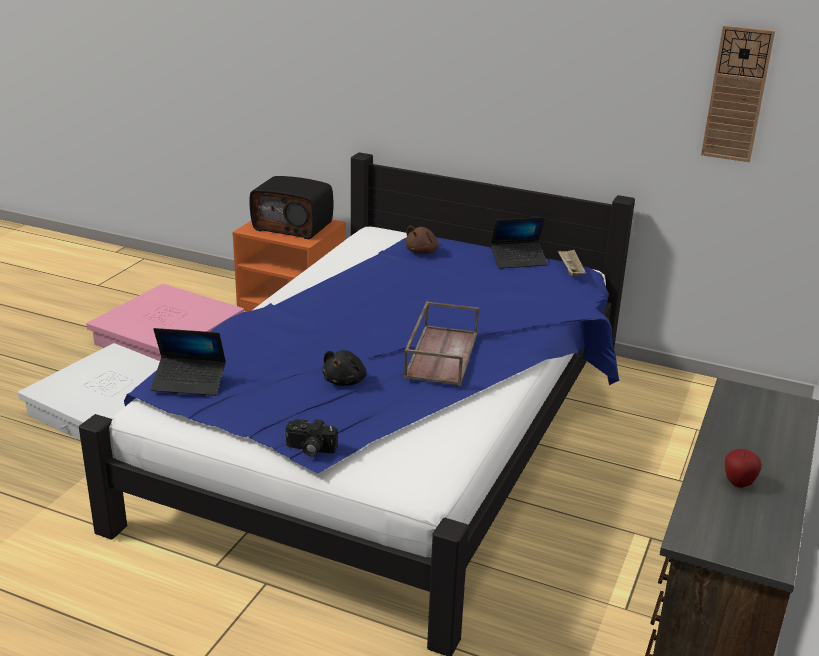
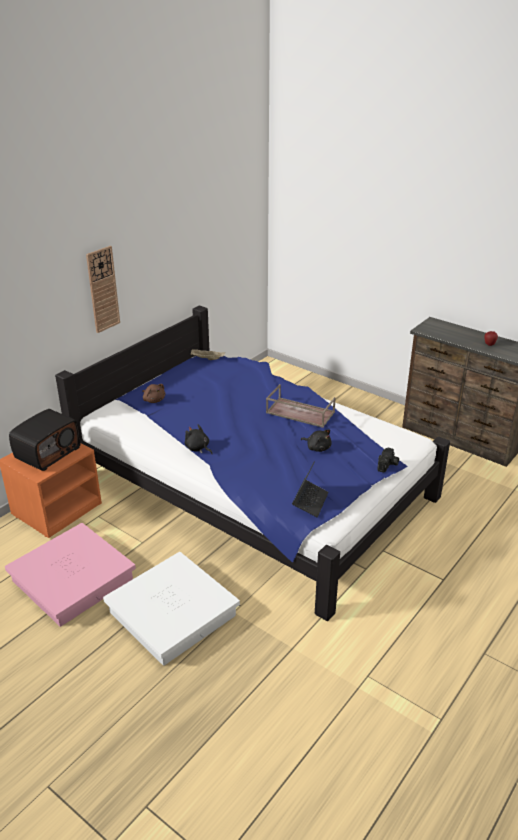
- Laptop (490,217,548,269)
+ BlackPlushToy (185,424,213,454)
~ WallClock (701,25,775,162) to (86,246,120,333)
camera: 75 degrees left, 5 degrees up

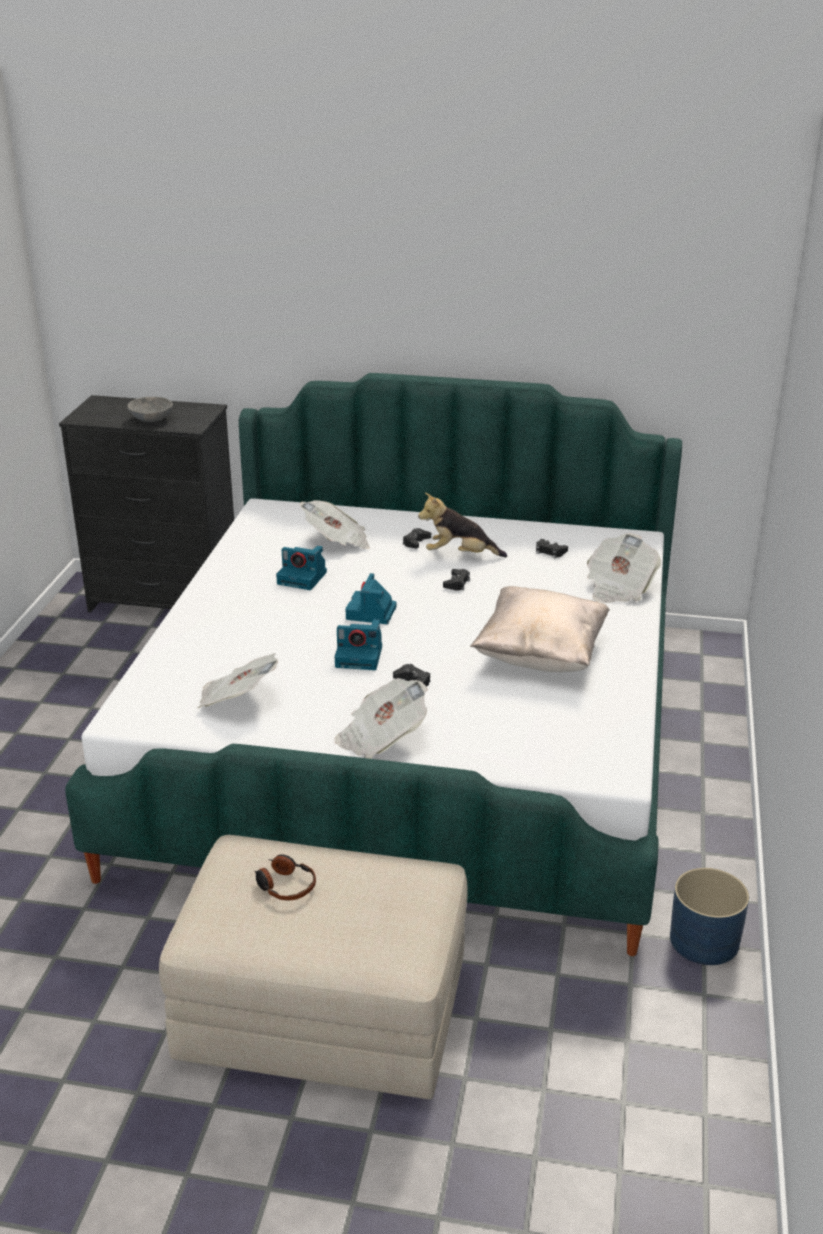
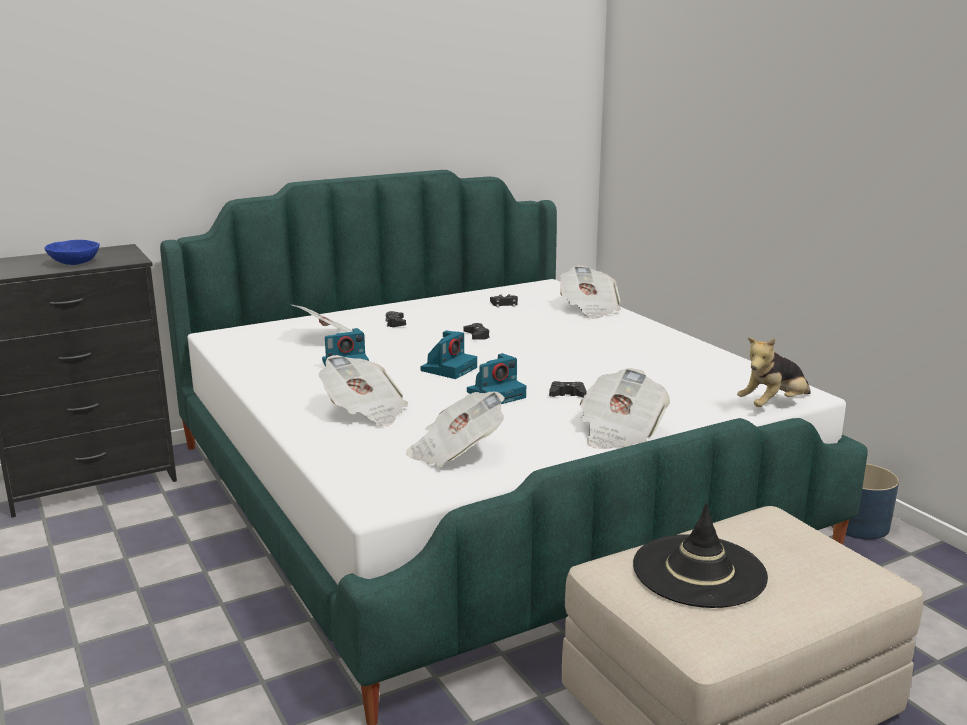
- BeigePillow (470,586,610,672)
+ Newspaper (319,355,409,426)
~ PlushToy (418,493,507,557) to (737,338,811,407)
~ Headphones (254,854,316,900) to BlackHat (633,502,768,608)
~ GreyBowl (127,397,173,422) to BlueBowl (45,240,100,265)
~ PhotoCamera (345,573,397,624) = (420,330,477,379) 120 degrees counterclockwise
camera: 40 degrees left, 10 degrees down

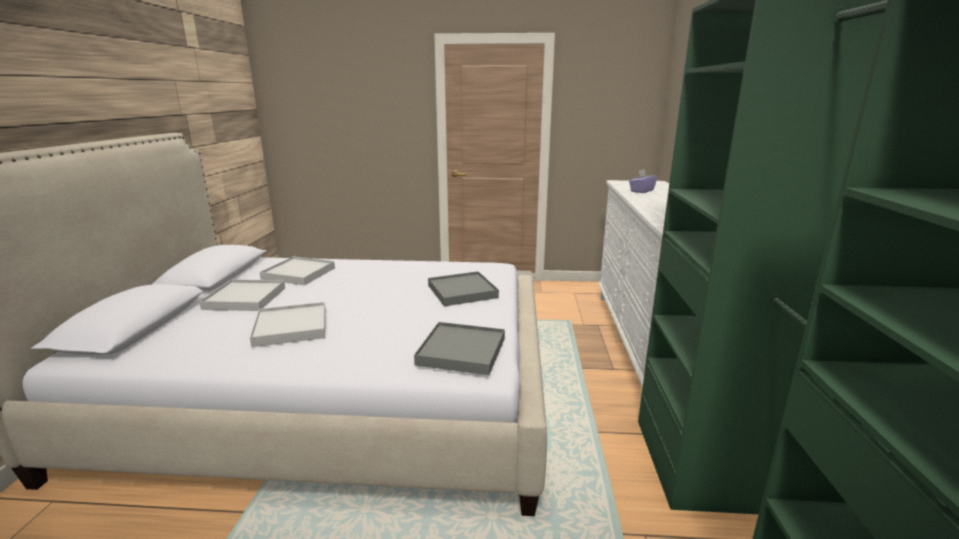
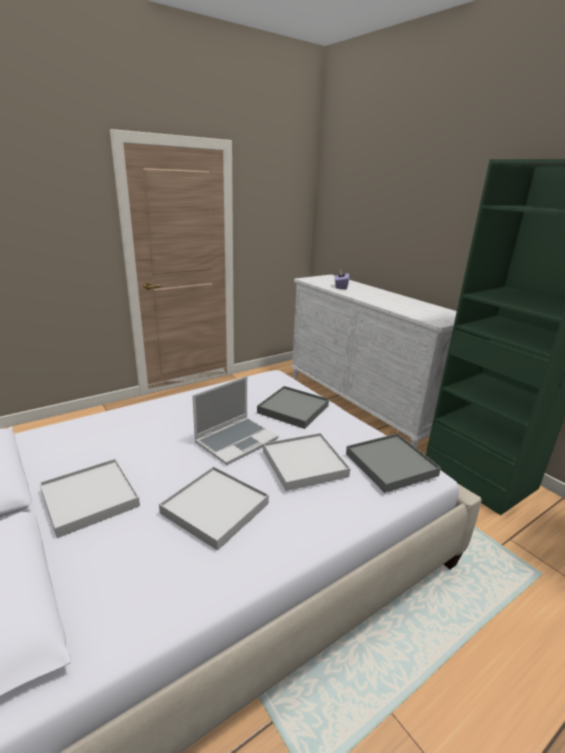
+ Laptop (192,376,279,465)
~ WhiteTray (260,256,335,285) to (263,433,350,491)
camera: 40 degrees left, 5 degrees up

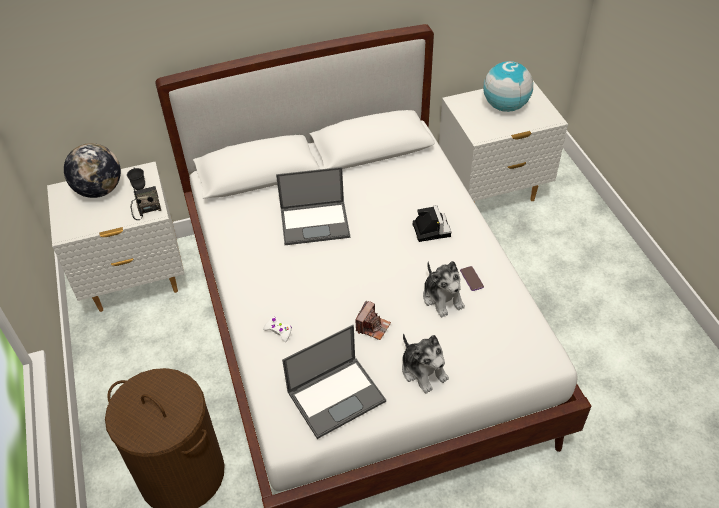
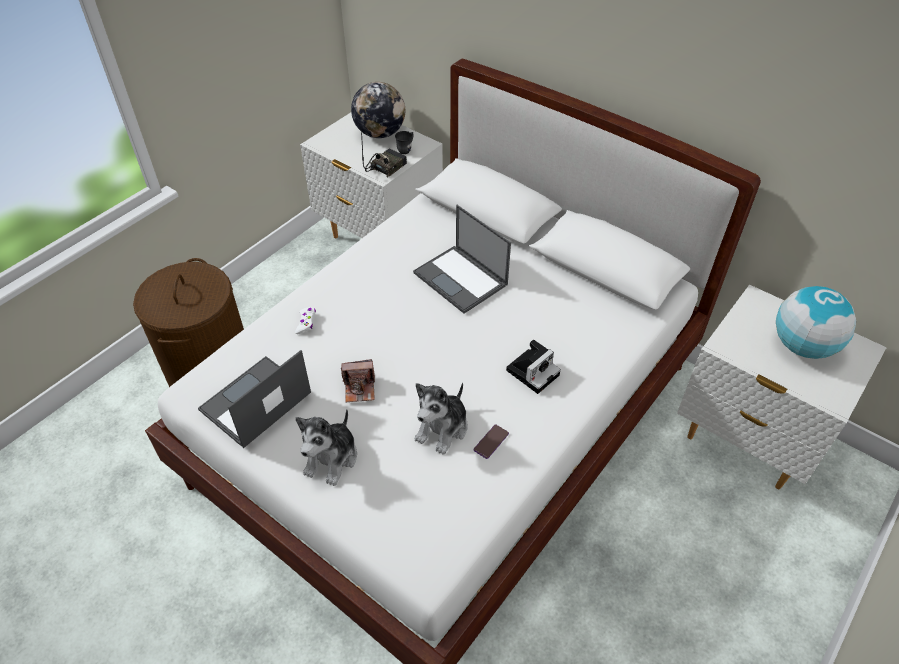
~ Laptop (282,325,386,439) = (198,350,311,448) 105 degrees clockwise
camera: 55 degrees right, 0 degrees up

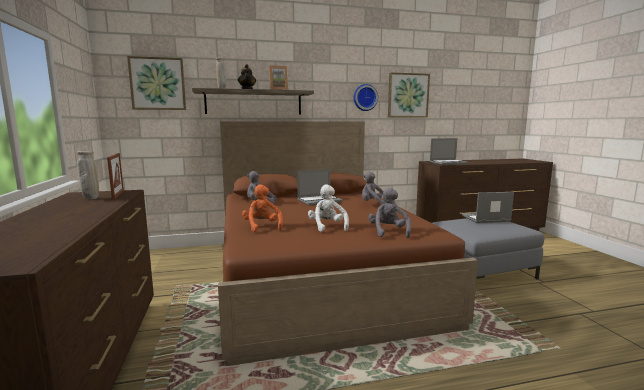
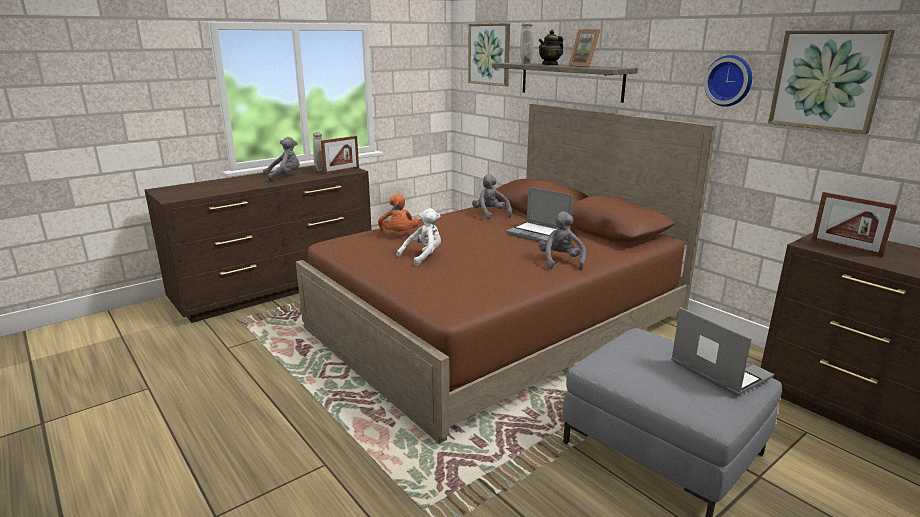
~ GreyPlushToy (368,188,411,238) to (263,137,300,181)
~ Laptop (430,138,469,165) to PictureFrame (811,192,898,257)
~ OrangePlushToy (242,184,283,232) = (378,194,419,232) 120 degrees clockwise
camera: 65 degrees right, 10 degrees up

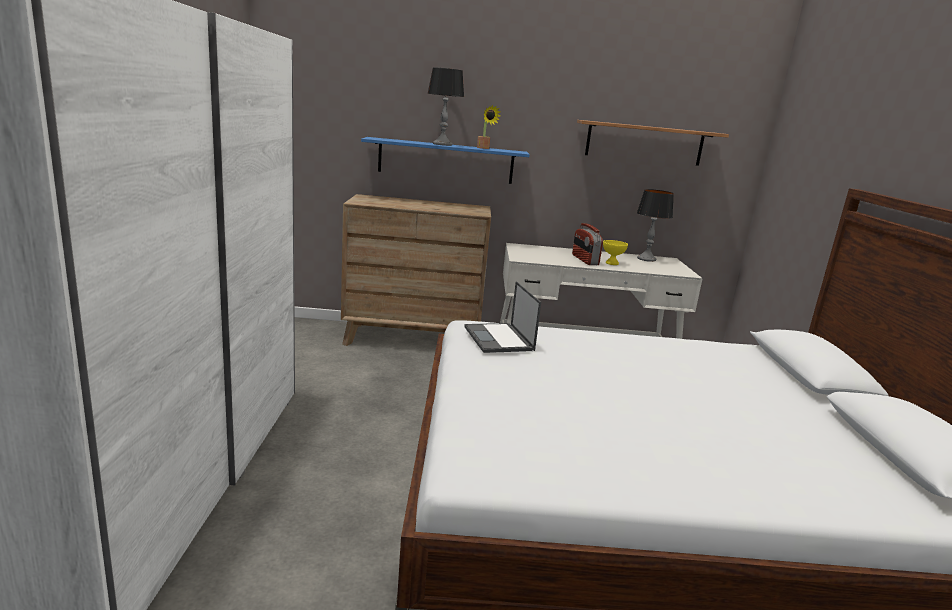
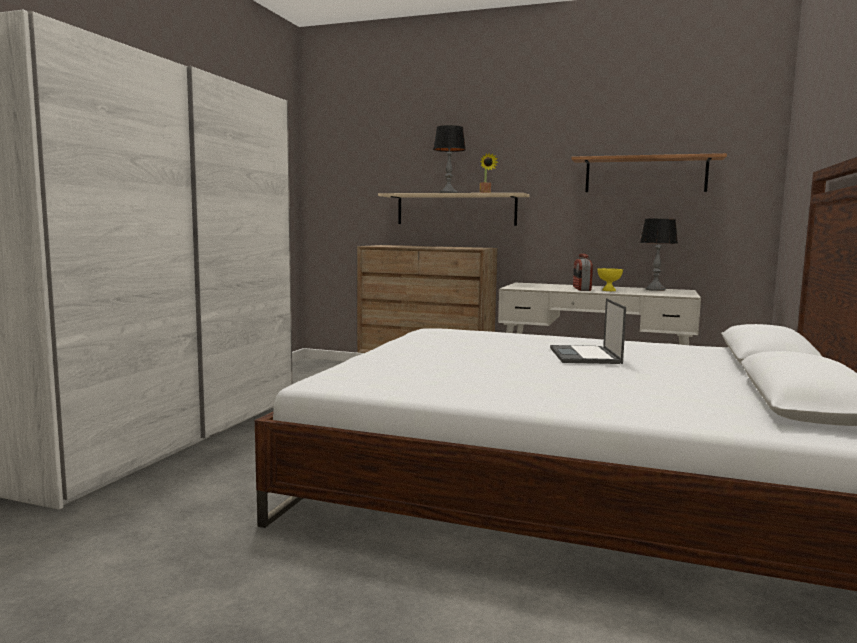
~ Laptop (464,281,541,353) to (550,298,626,364)
~ BlueShelf (361,137,530,184) to BeigeShelf (378,193,529,226)
camera: 20 degrees right, 10 degrees down

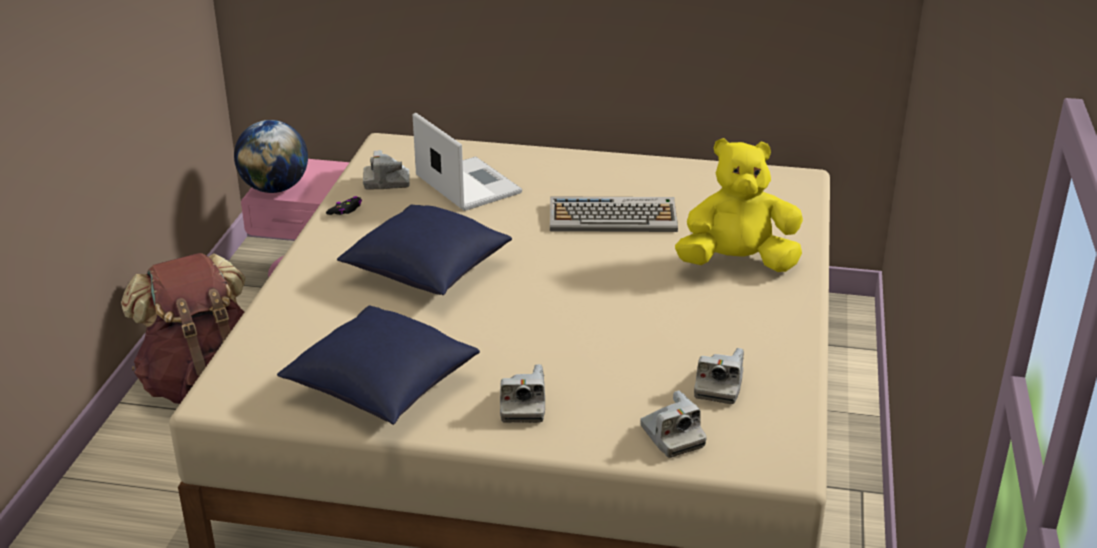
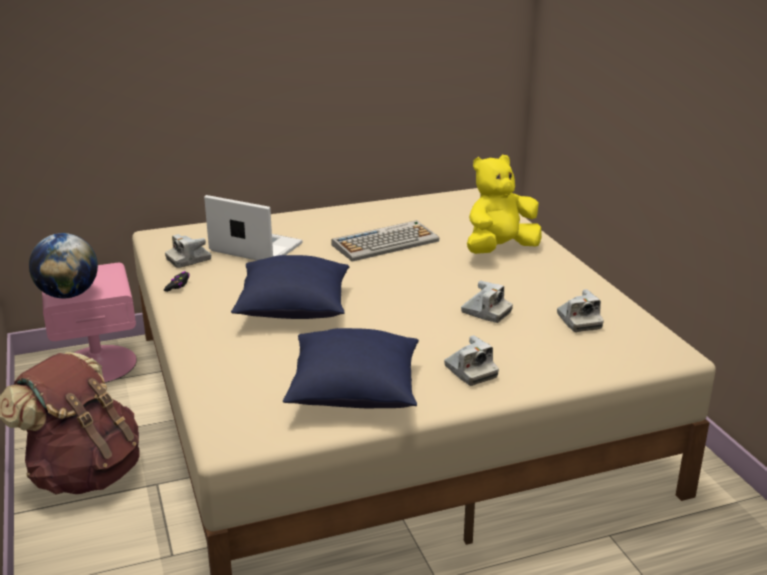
~ PhotoCamera (640,390,707,458) to (461,280,513,323)
camera: 30 degrees left, 5 degrees down

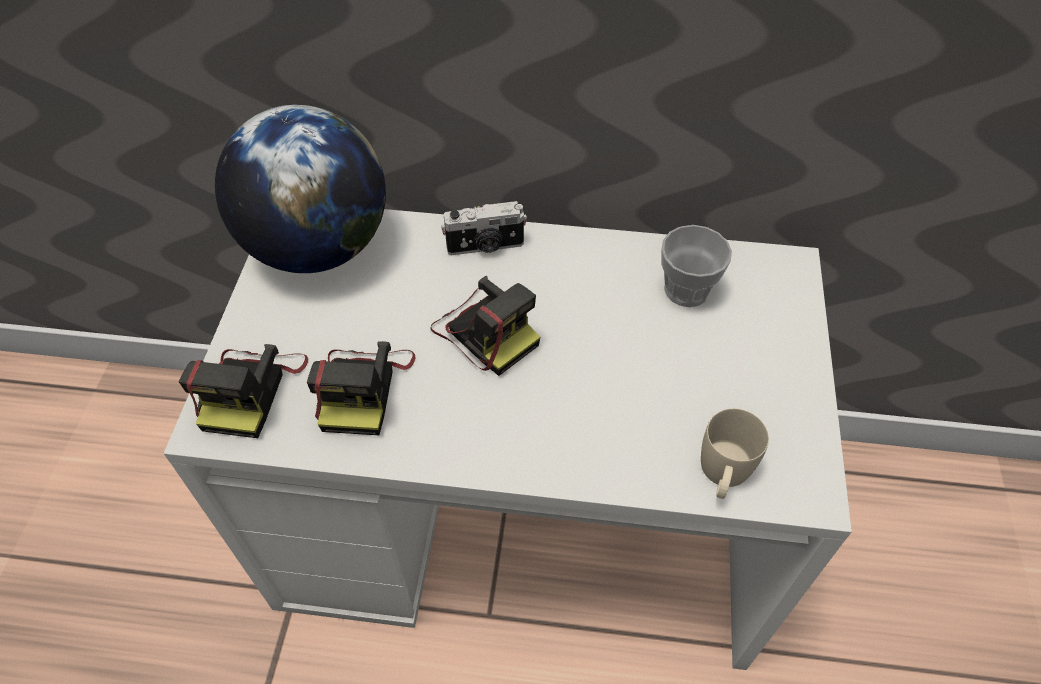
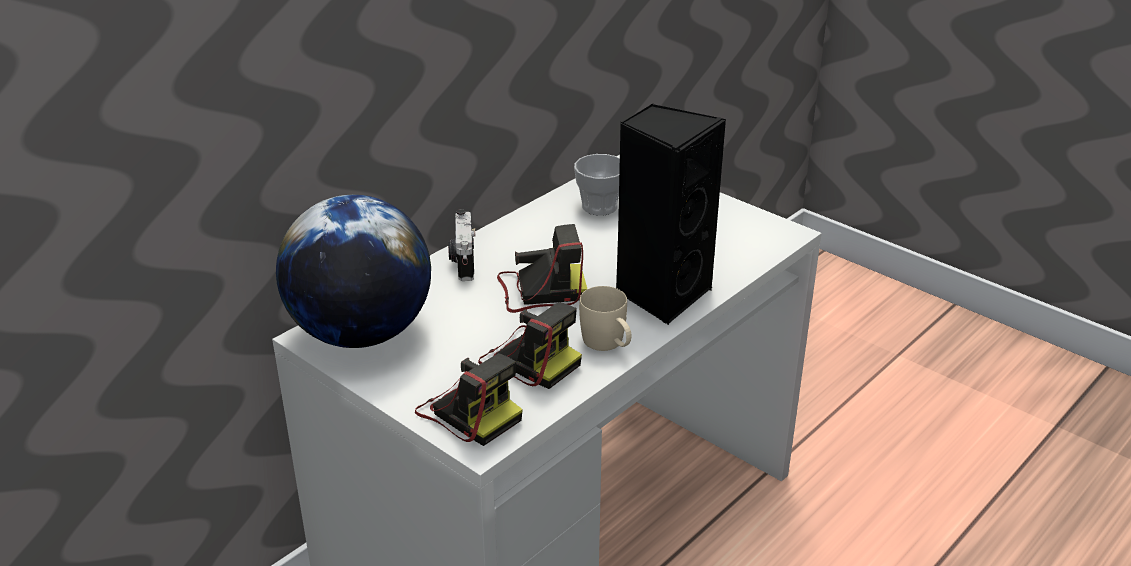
+ BlackSpeaker (616,104,726,325)
~ BeigeMug (701,408,769,499) to (579,286,631,351)
~ PhotoCamera (441,201,527,255) = (448,209,476,281) 150 degrees clockwise
camera: 55 degrees left, 20 degrees down

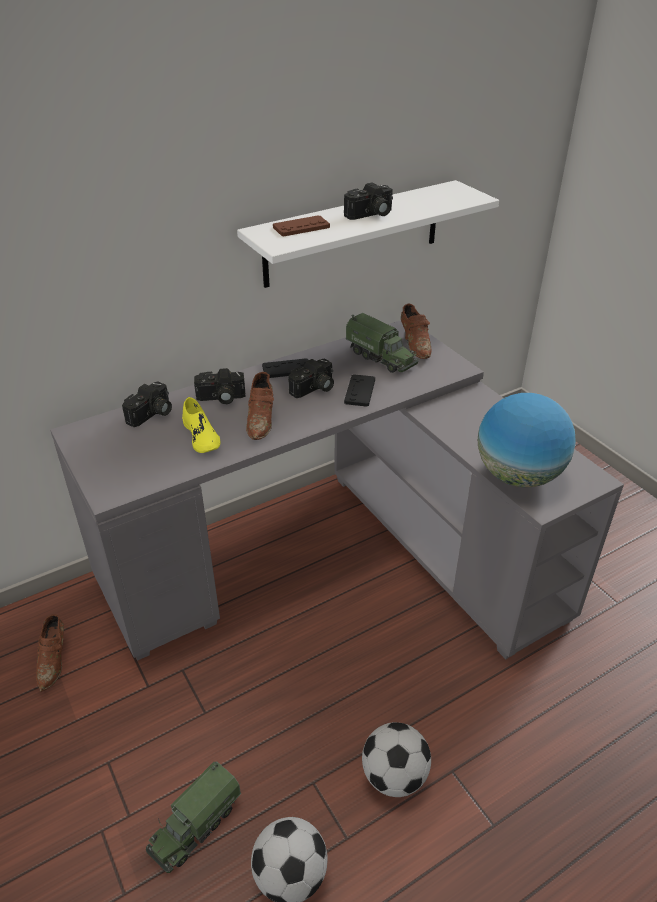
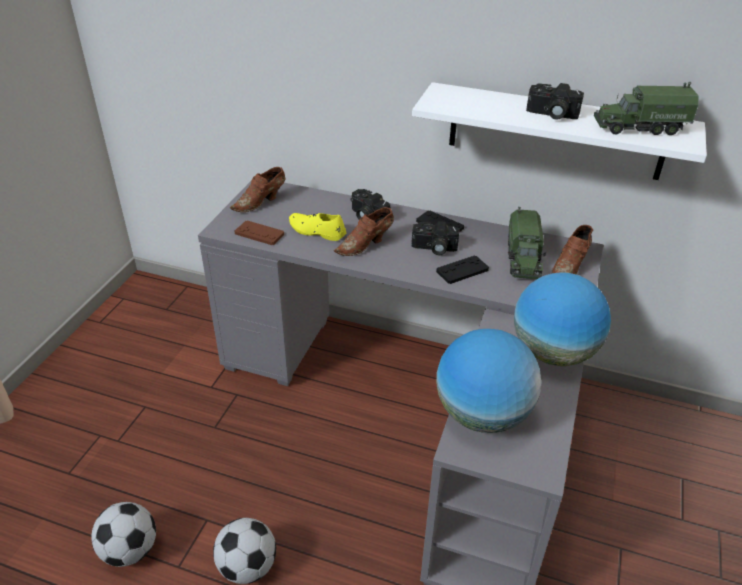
- PhotoCamera (122,381,172,427)
+ Globe (514,273,611,366)
~ BrownShoe (36,614,64,692) to (230,167,285,212)
~ ToyTruck (146,761,242,873) to (594,82,699,135)
~ BrownGameController (273,215,330,236) to (234,220,284,245)
~ YellowShoe (182,397,220,453) = (289,213,346,241) 90 degrees clockwise
camera: 50 degrees right, 0 degrees up

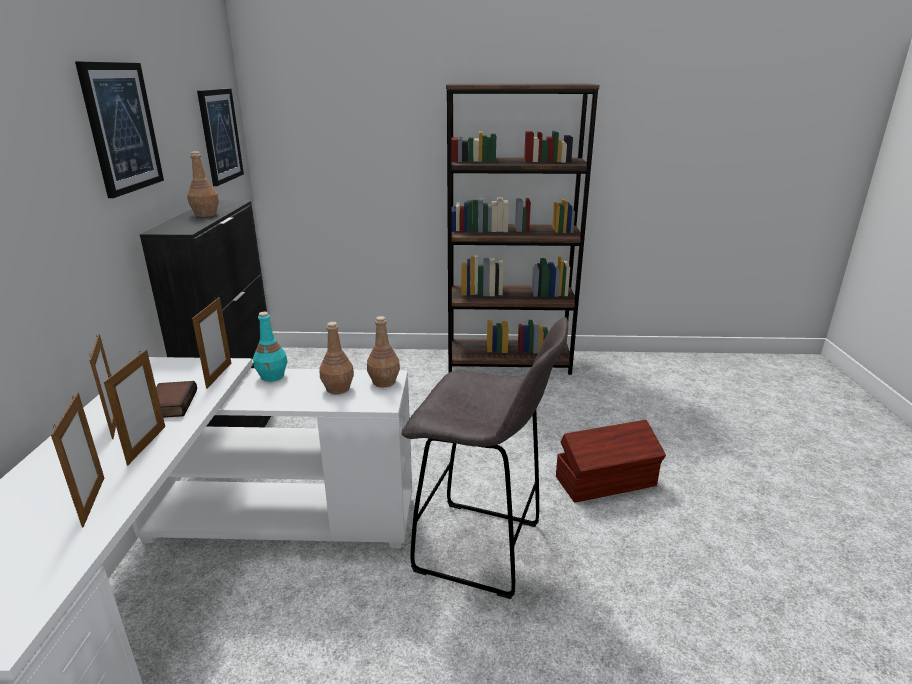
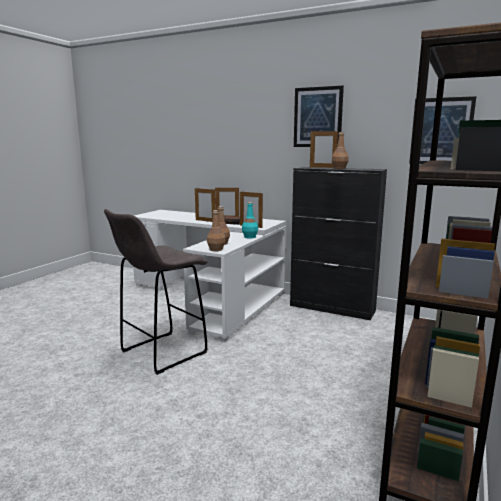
- BrownStorageBox (556,420,666,503)
~ PictureFrame (51,393,104,528) to (310,130,338,168)
camera: 115 degrees right, 10 degrees down

